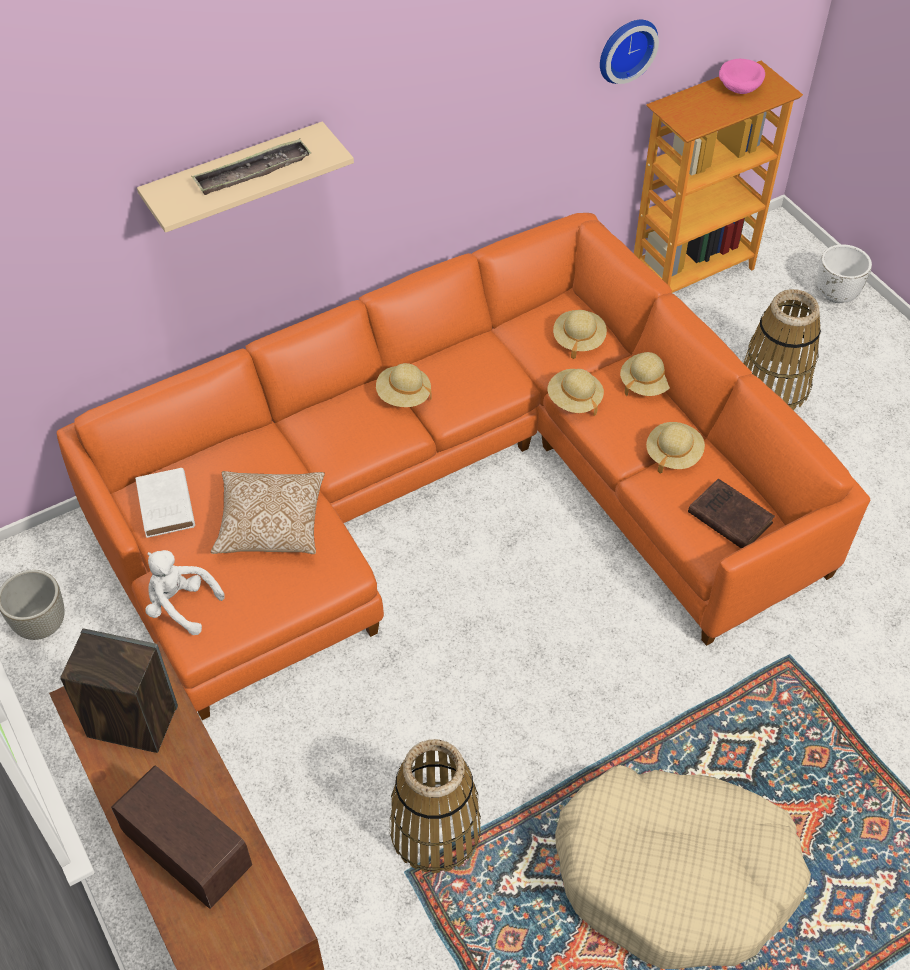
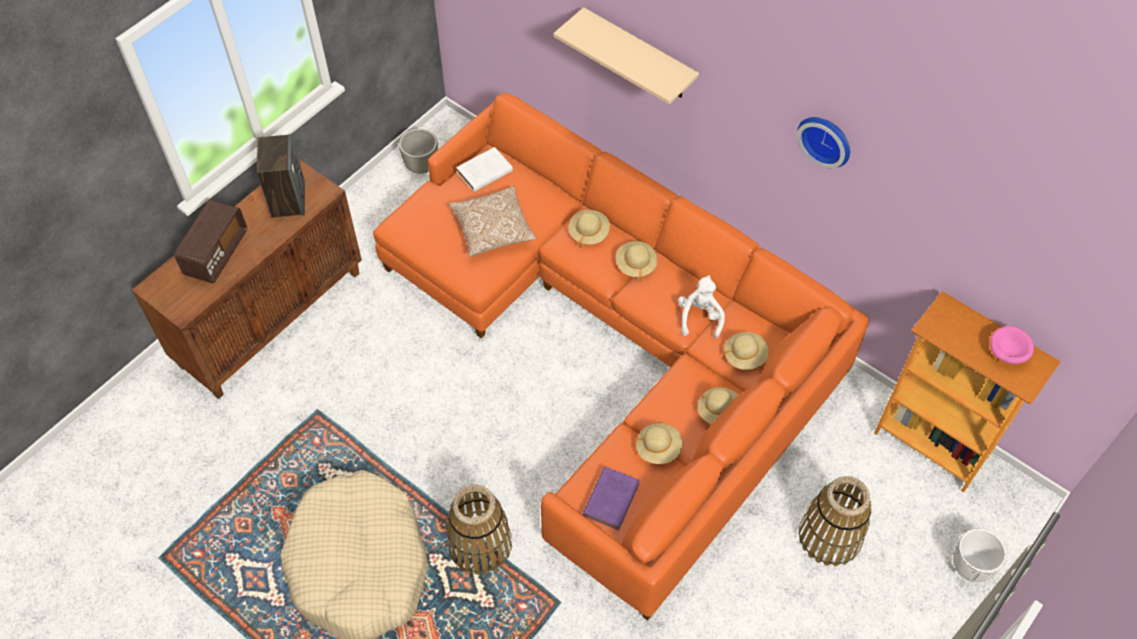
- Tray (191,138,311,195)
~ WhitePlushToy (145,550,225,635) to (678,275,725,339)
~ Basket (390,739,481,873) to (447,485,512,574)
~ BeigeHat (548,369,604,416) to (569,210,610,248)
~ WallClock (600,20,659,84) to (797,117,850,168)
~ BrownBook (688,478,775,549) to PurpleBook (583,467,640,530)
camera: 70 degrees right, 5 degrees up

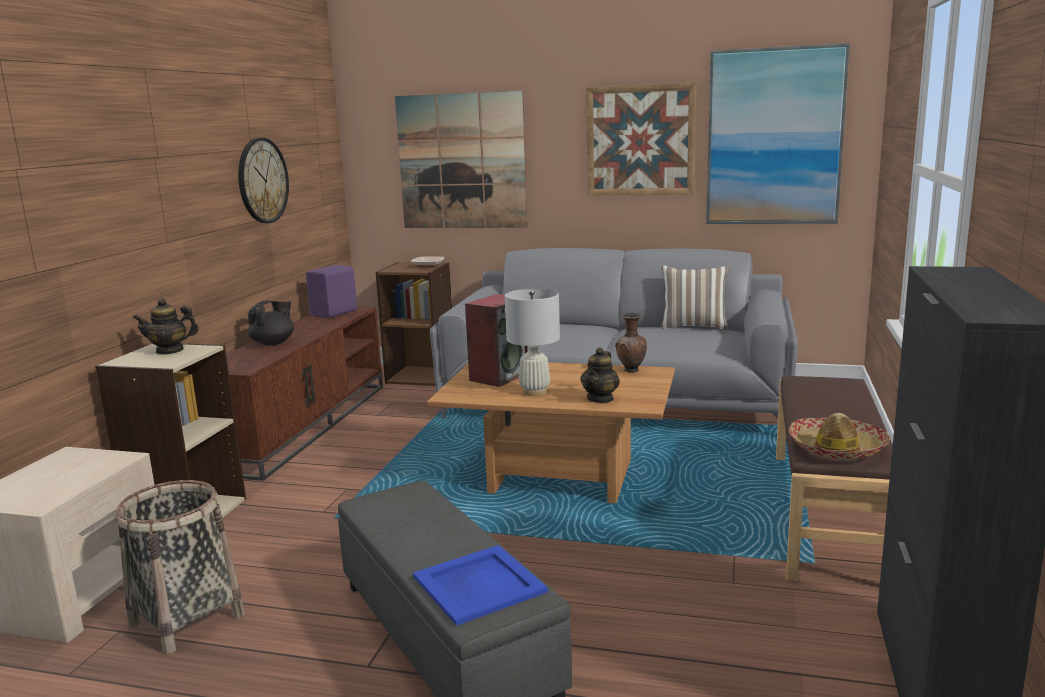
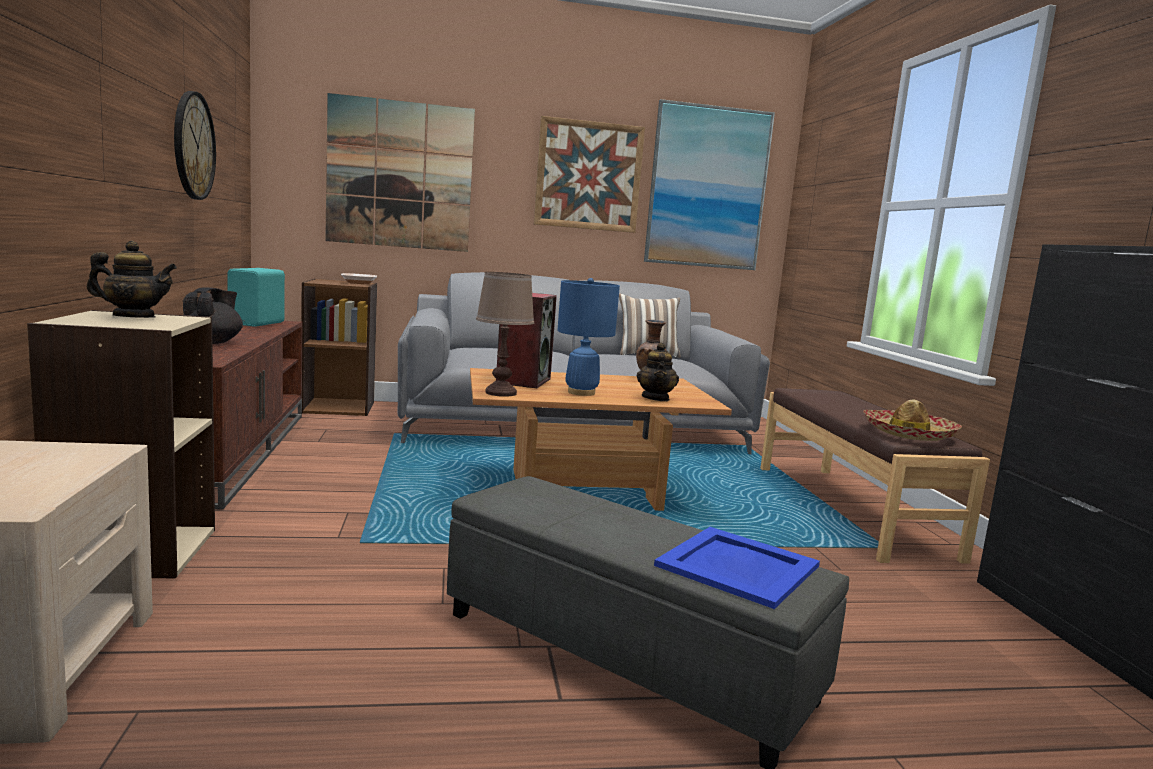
- Basket (115,480,245,654)
+ BrownTableLamp (476,272,534,397)
~ PurpleSpeaker (306,265,357,318) to TurquoiseSpeaker (227,268,285,327)
~ WhiteTableLamp (505,288,560,396) to BlueTableLamp (557,278,620,396)
~ Teapot (133,298,199,355) = (87,241,177,318) 150 degrees counterclockwise
camera: 25 degrees left, 5 degrees down

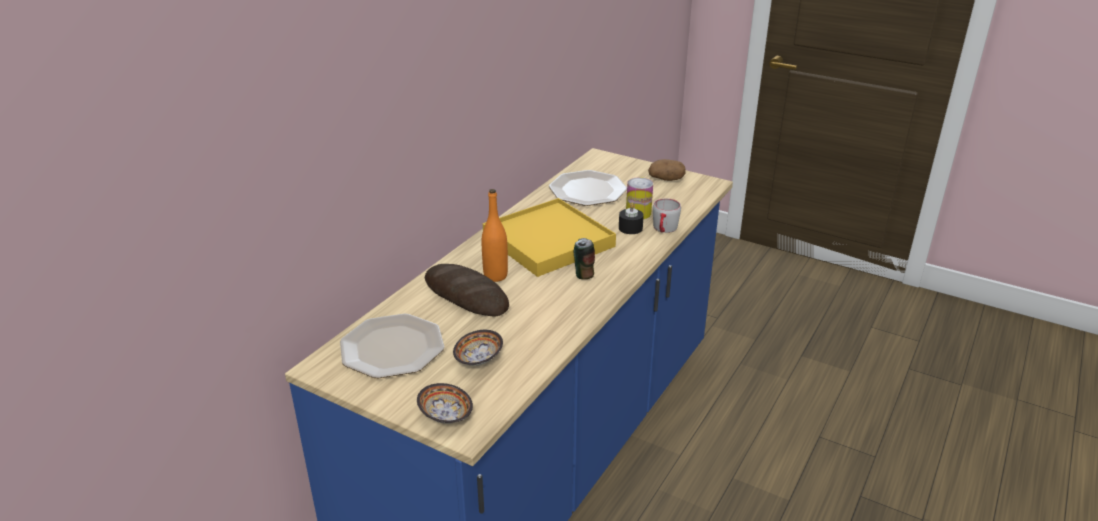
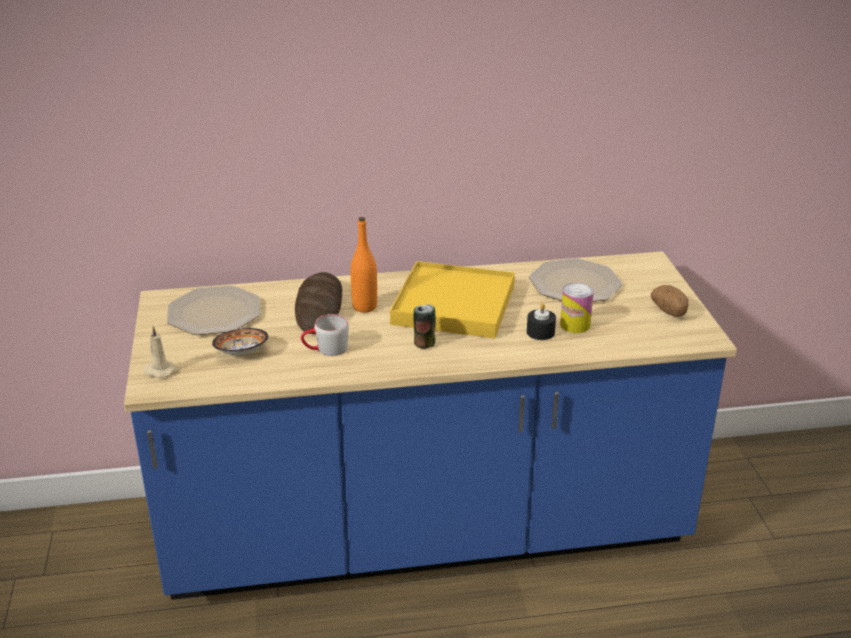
~ GreyMug (653,198,681,233) to (301,314,349,356)
~ Bowl (417,383,473,424) to BeigeCandle (144,326,176,378)
camera: 50 degrees right, 0 degrees up

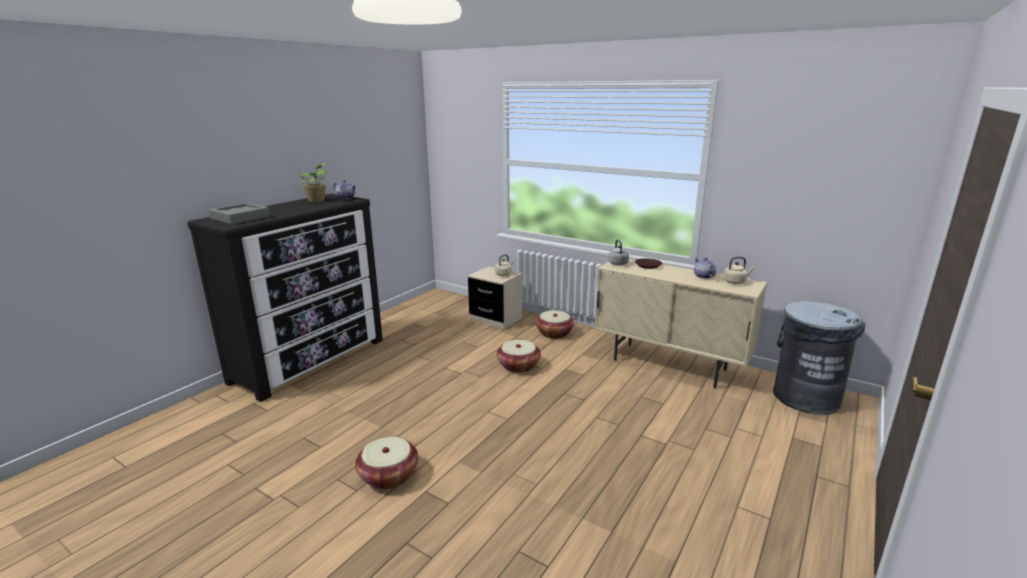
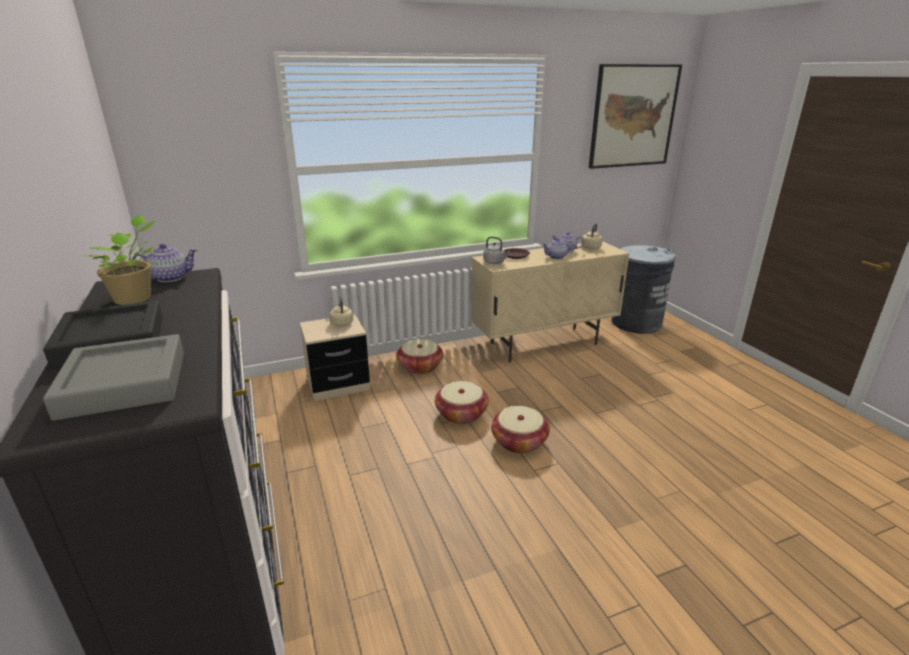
+ BlackTray (43,300,163,369)
+ Teapot (542,238,574,259)
+ Picture (589,64,682,169)
~ Basket (355,437,418,489) to (491,406,550,454)
camera: 55 degrees left, 5 degrees up

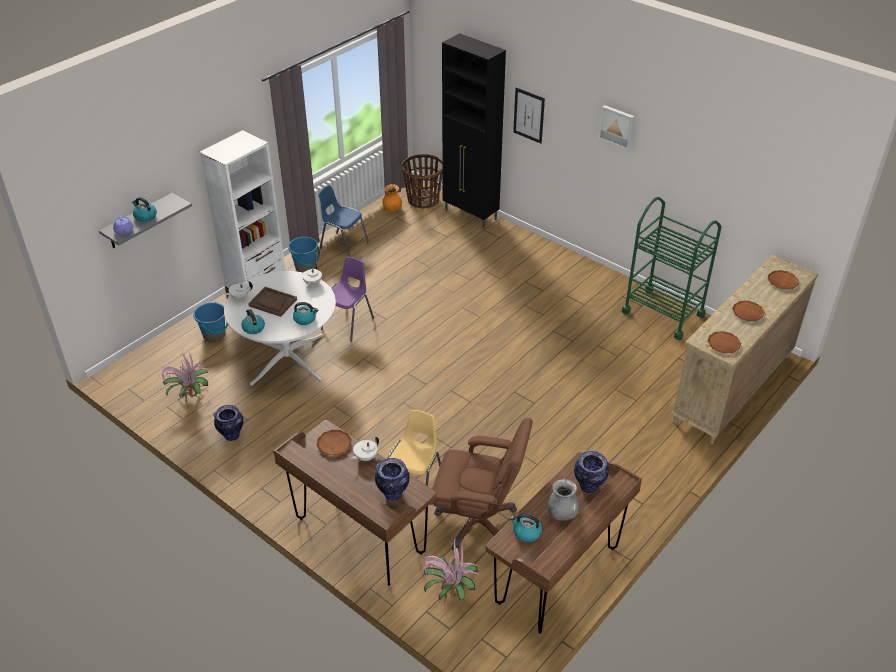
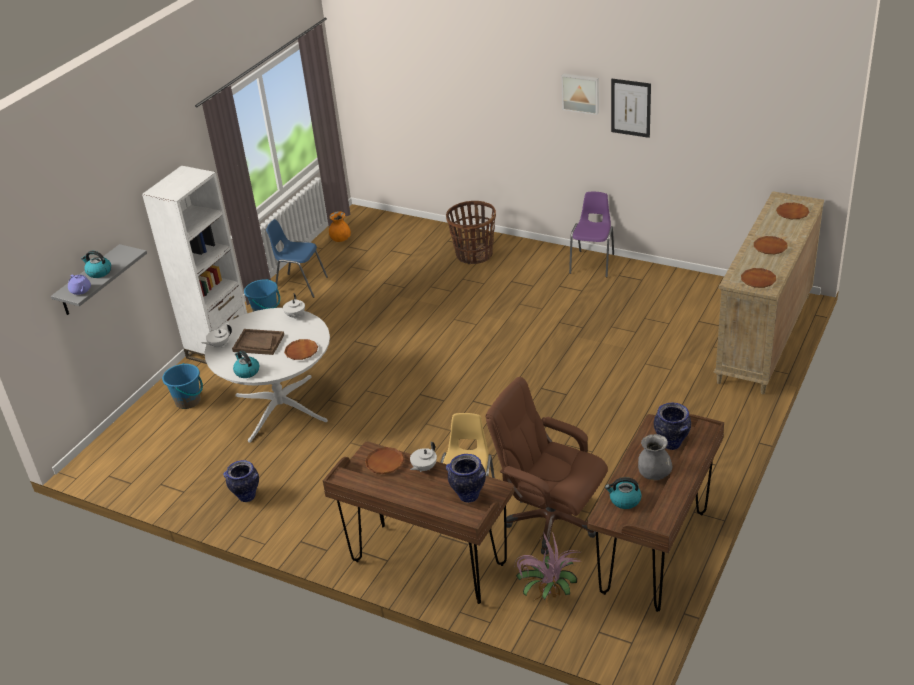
- PottedPlant (159,349,208,402)
- BlackCabinet (442,33,506,229)
- GreenCart (622,197,722,340)
~ PurpleChair (321,257,374,342) to (569,192,614,277)
~ Basket (401,154,443,208) to (446,201,496,264)
~ Picture (513,88,545,144) to (611,79,651,138)
~ Kettle (293,302,318,325) to BrownPlate (284,339,318,360)
~ BrownOfficeChair (430,418,533,550) = (486,377,608,555) 150 degrees counterclockwise
camera: 10 degrees left, 5 degrees down

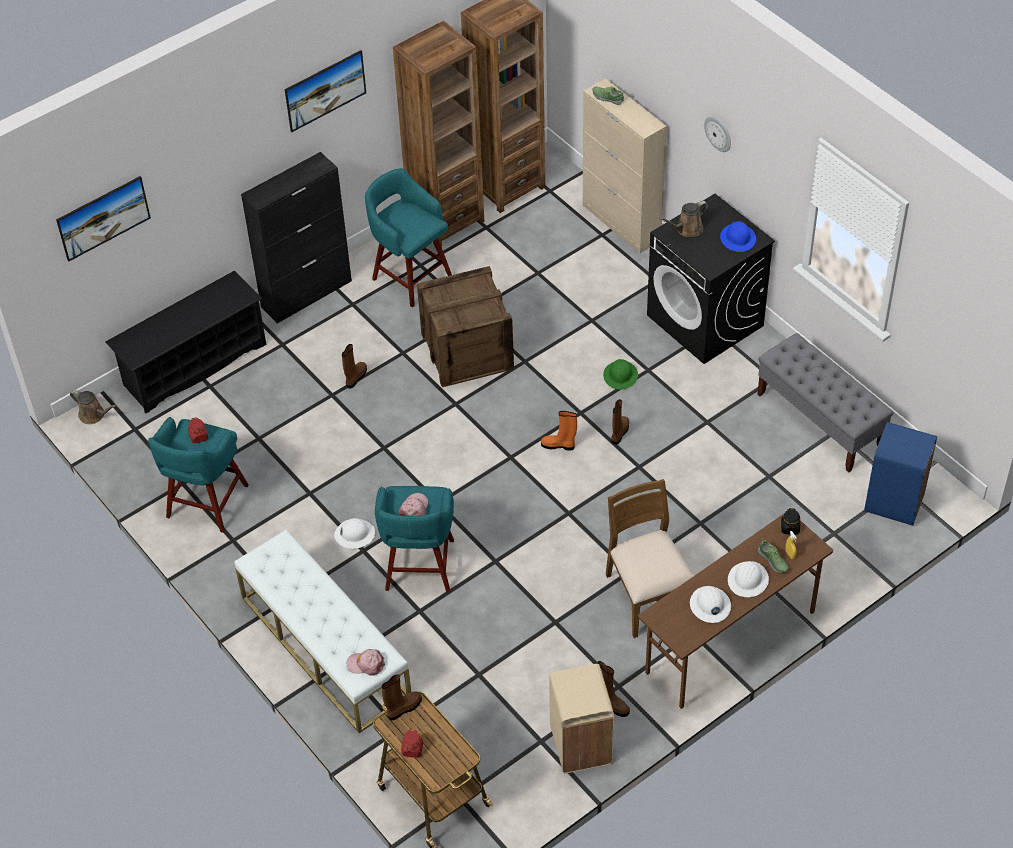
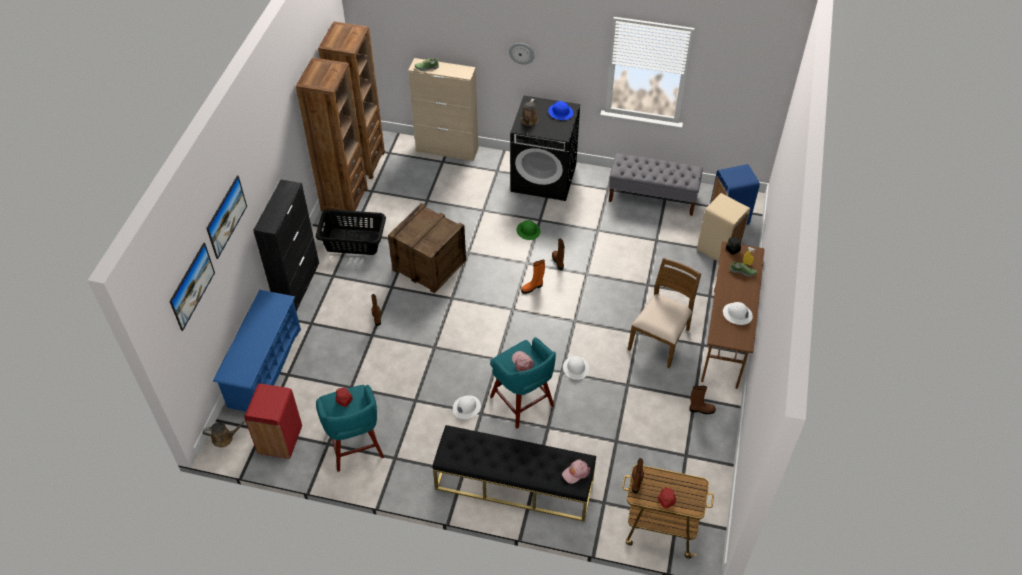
+ RedTrashCan (244,384,302,459)
~ Picture (285,50,366,132) to (206,176,247,259)
~ BeigeTrashCan (549,664,614,773) to (697,193,750,262)
~ WhiteHardHat (728,561,769,597) to (563,356,589,380)
~ TurquoiseStool (365,168,452,308) to BlackLaundryBasket (316,209,386,255)
~ BlackShoeRack (106,271,266,413) to BlueShoeRack (213,290,301,412)
~ WhiteBench (235,529,411,733) to BlackBench (433,425,596,522)
~ BrownChair (606,479,695,638) = (628,258,701,369) 90 degrees clockwise
camera: 40 degrees left, 0 degrees up

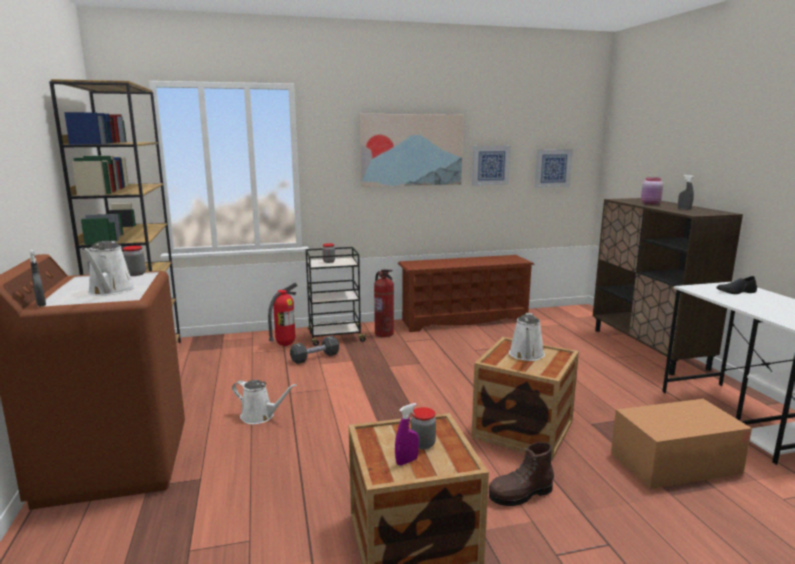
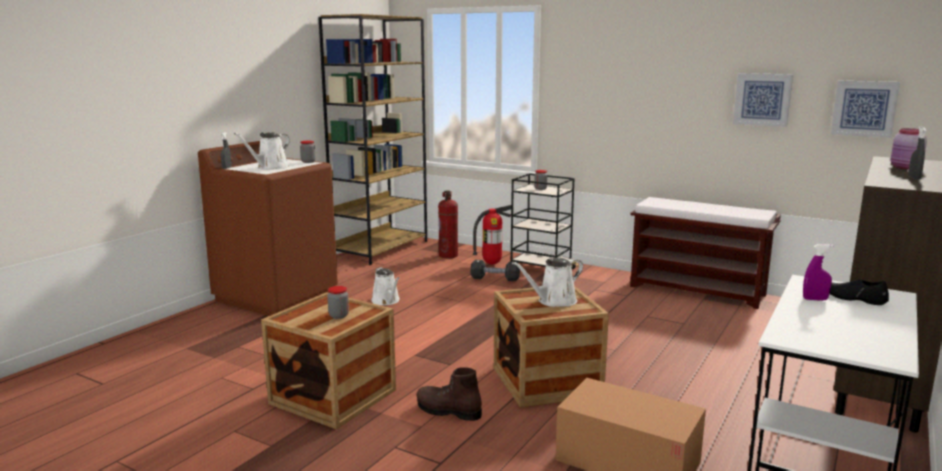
- Picture (359,114,464,187)
~ FireExtinguisher (374,269,394,337) to (438,190,458,259)
~ PurpleSprayBottle (395,403,419,466) to (803,244,833,301)
~ BrownShoeRack (398,255,535,332) to BrownBench (630,197,781,309)
camera: 45 degrees right, 0 degrees up

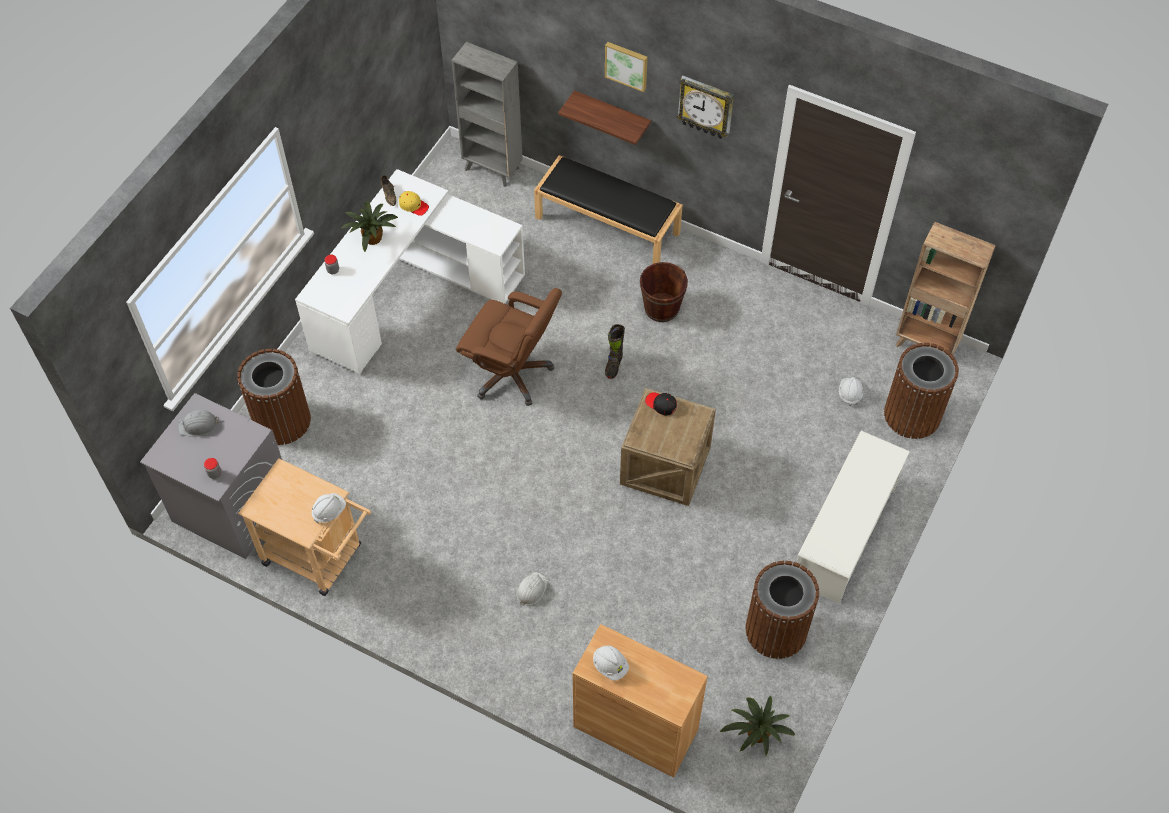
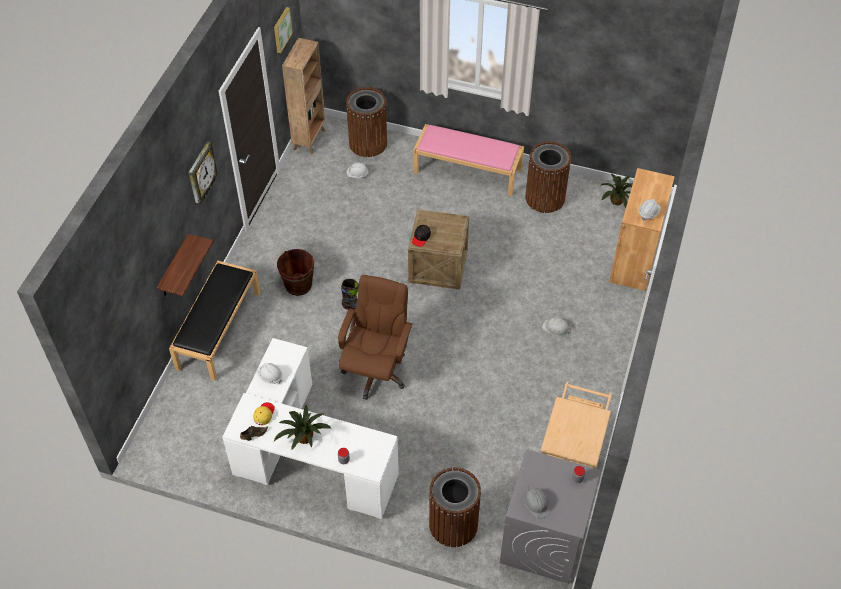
- GreyBookcase (451,42,523,187)
~ WhiteHardHat (312,493,346,523) to (257,363,282,384)
~ Picture (605,42,648,92) to (274,7,293,53)
~ WhiteShoeRack (797,431,910,604) to PinkBench (413,124,524,196)
camera: 100 degrees left, 5 degrees down

